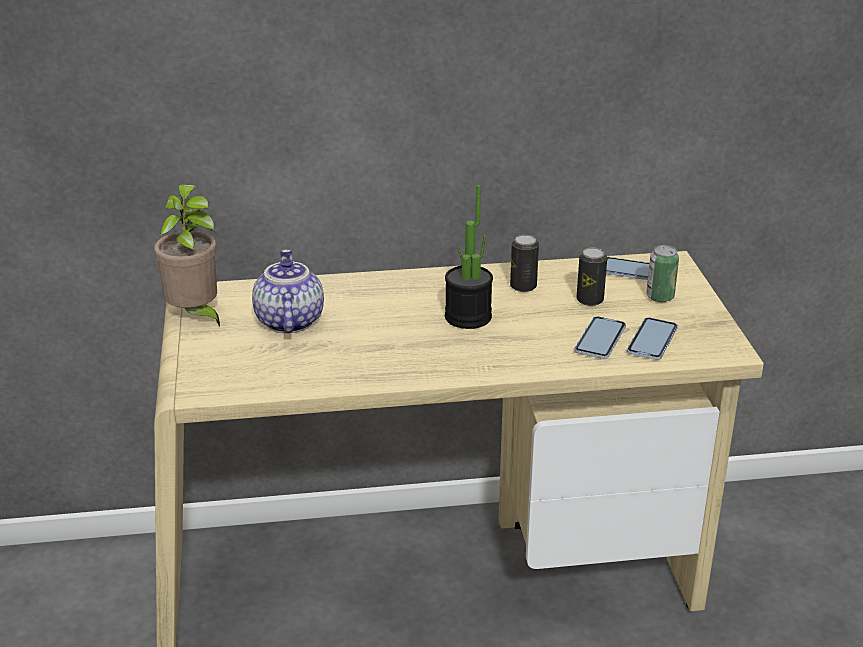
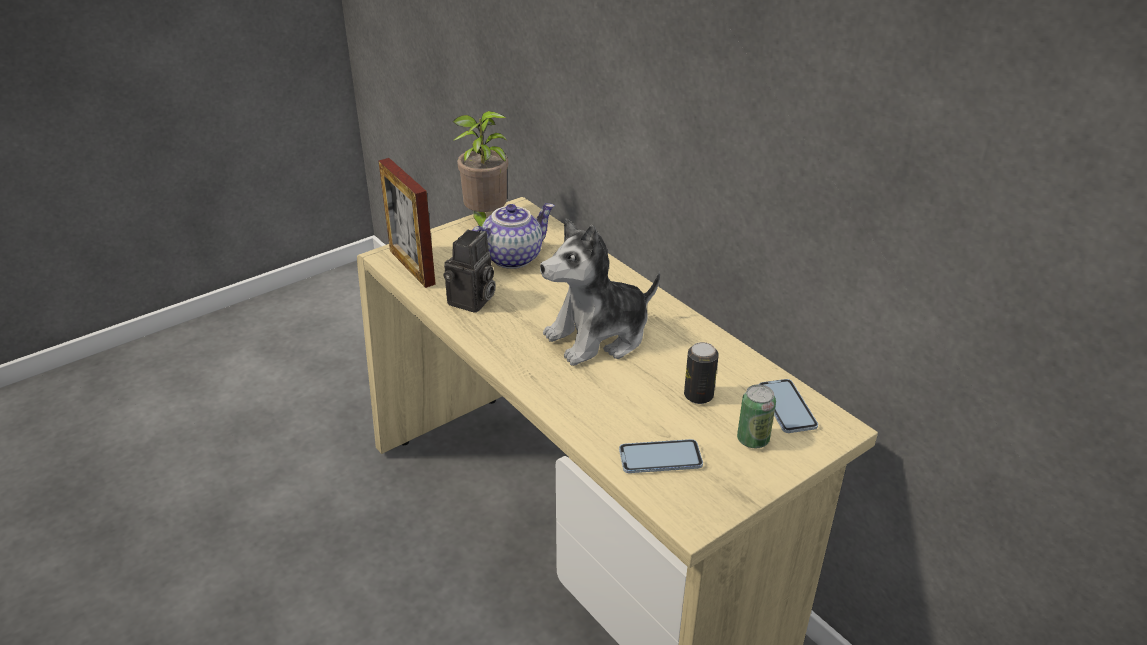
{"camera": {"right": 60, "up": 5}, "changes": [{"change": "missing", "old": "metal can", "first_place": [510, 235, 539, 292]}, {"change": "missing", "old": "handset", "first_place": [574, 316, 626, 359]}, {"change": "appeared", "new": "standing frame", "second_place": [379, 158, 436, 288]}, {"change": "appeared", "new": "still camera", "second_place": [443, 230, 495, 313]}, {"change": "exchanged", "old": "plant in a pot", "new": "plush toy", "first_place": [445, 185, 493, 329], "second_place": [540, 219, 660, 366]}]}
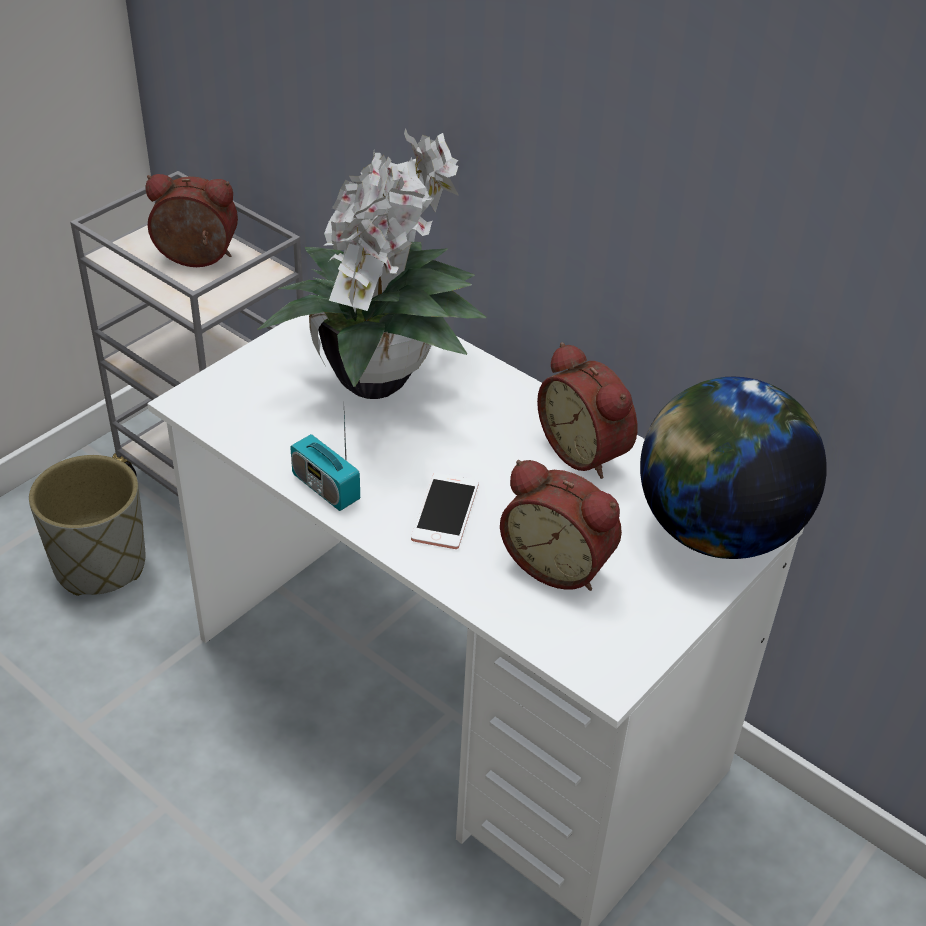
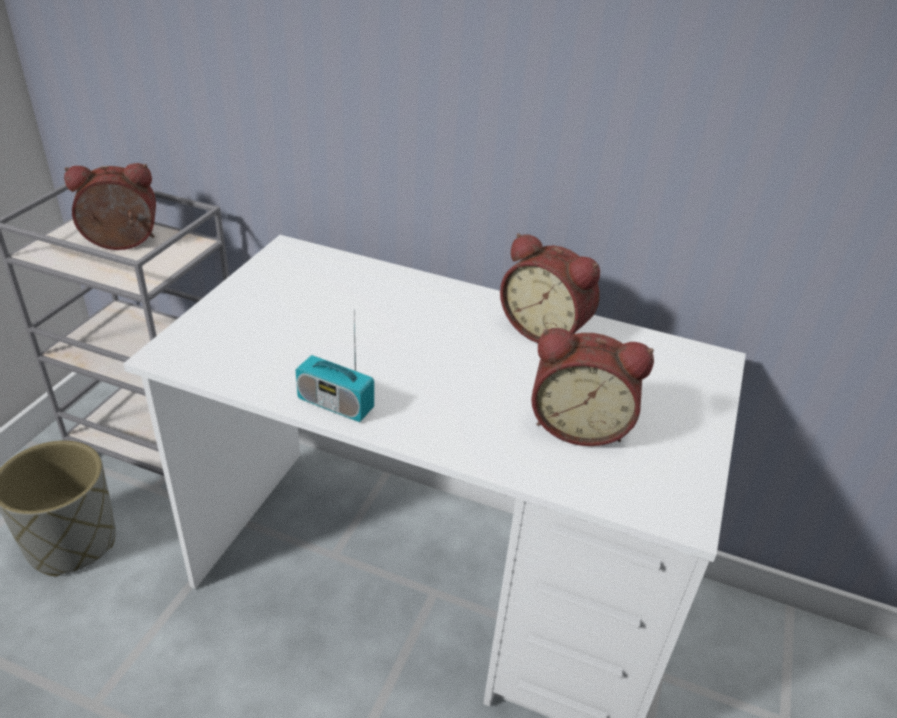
{"camera": {"right": -20, "up": -5}, "changes": [{"change": "missing", "old": "plant in a pot", "first_place": [257, 128, 487, 399]}, {"change": "missing", "old": "handset", "first_place": [411, 473, 479, 549]}, {"change": "missing", "old": "desk globe", "first_place": [640, 377, 827, 559]}]}
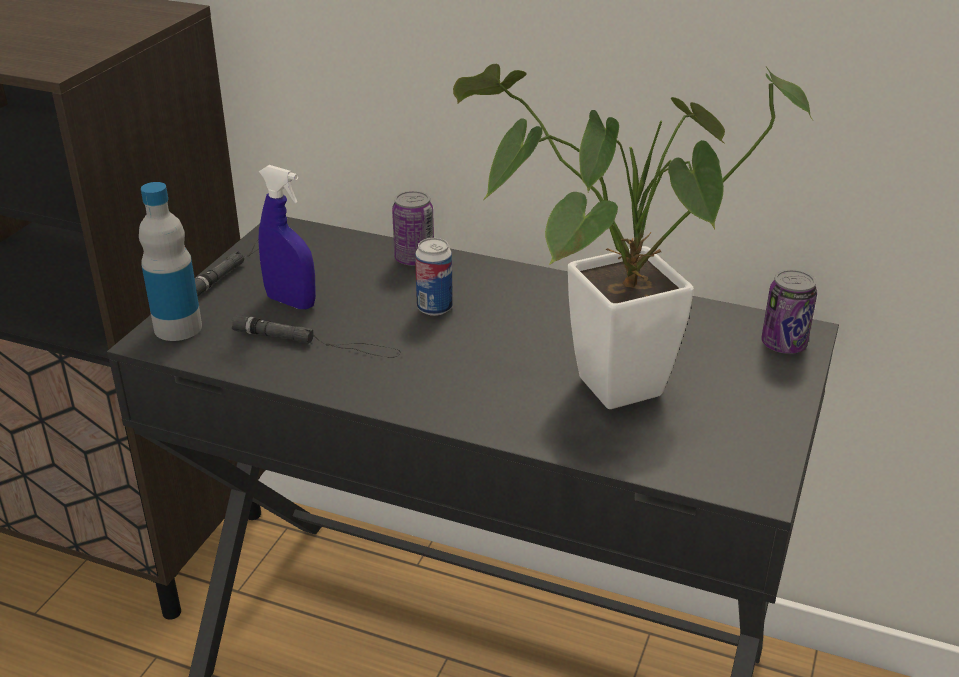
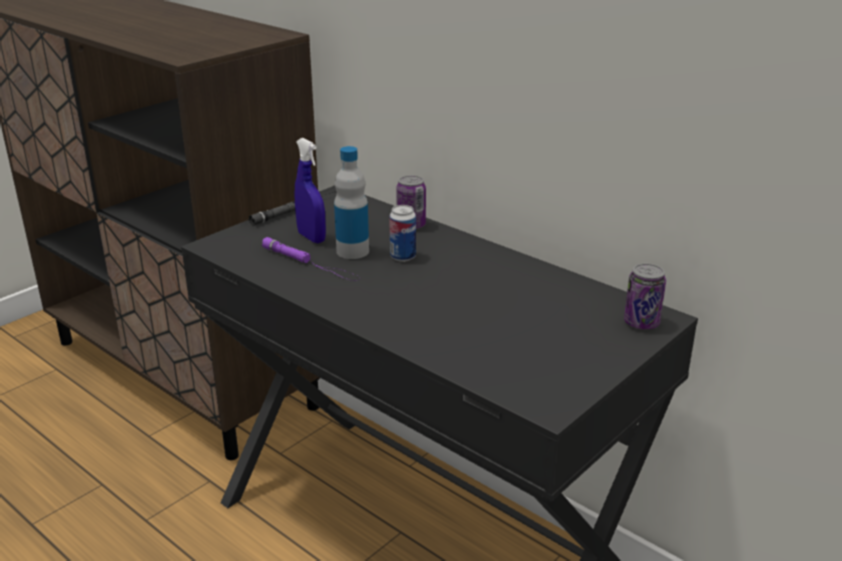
{"camera": {"right": 20, "up": -5}, "changes": [{"change": "missing", "old": "plant in a pot", "first_place": [453, 64, 813, 409]}, {"change": "relocated", "old": "beverage bottle", "first_place": [139, 182, 202, 341], "second_place": [334, 146, 369, 259]}, {"change": "colour", "old": "hand torch in blackish", "new": "hand torch in purple", "first_place": [231, 314, 401, 358], "second_place": [262, 237, 360, 281]}]}
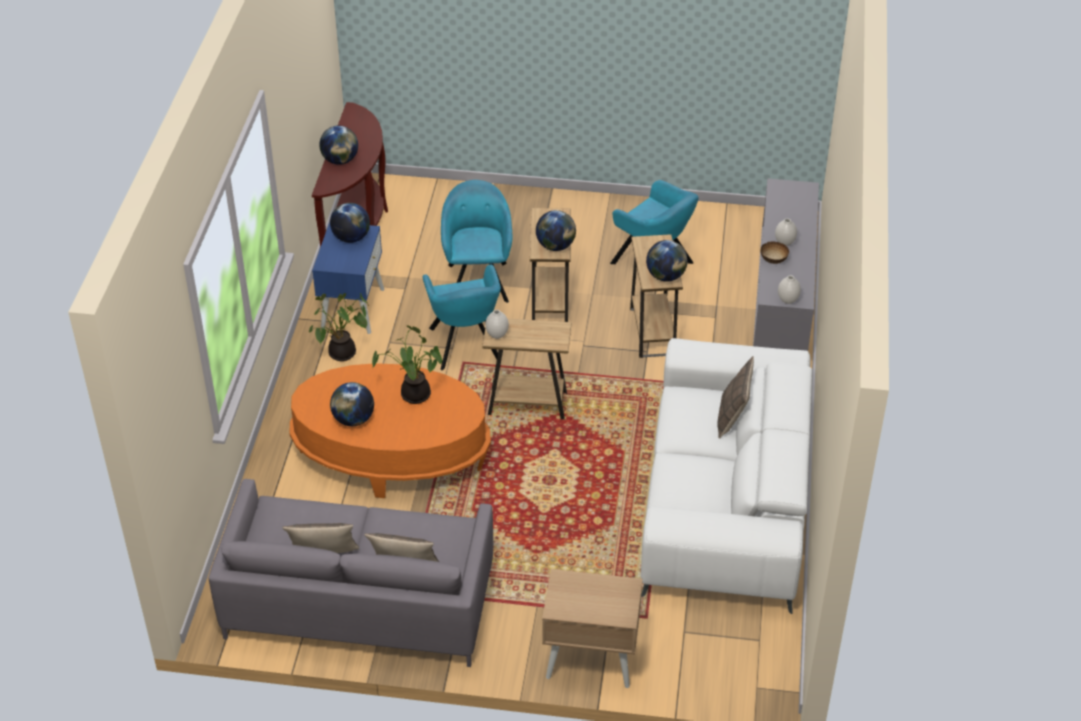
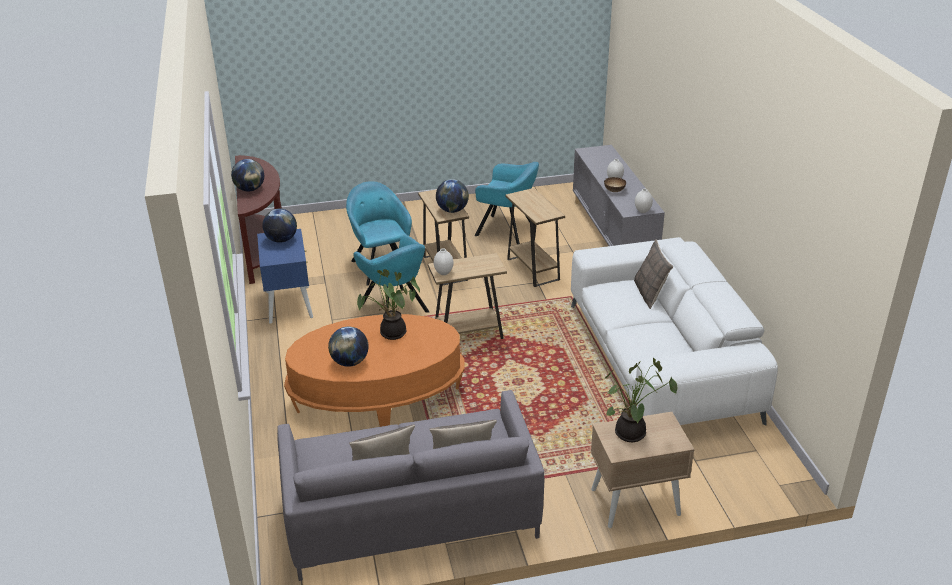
{"camera": {"right": -20, "up": -10}, "changes": [{"change": "missing", "old": "desk globe", "first_place": [646, 240, 688, 281]}, {"change": "relocated", "old": "plant in a pot", "first_place": [309, 293, 369, 361], "second_place": [605, 358, 677, 442]}]}
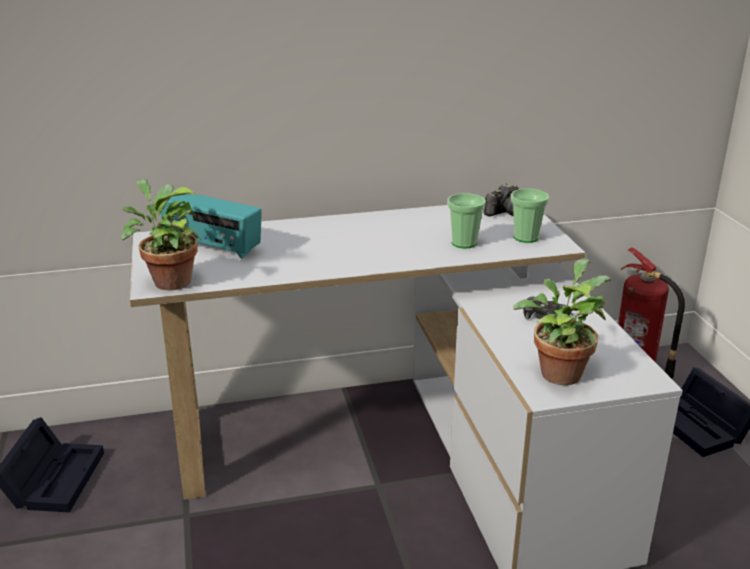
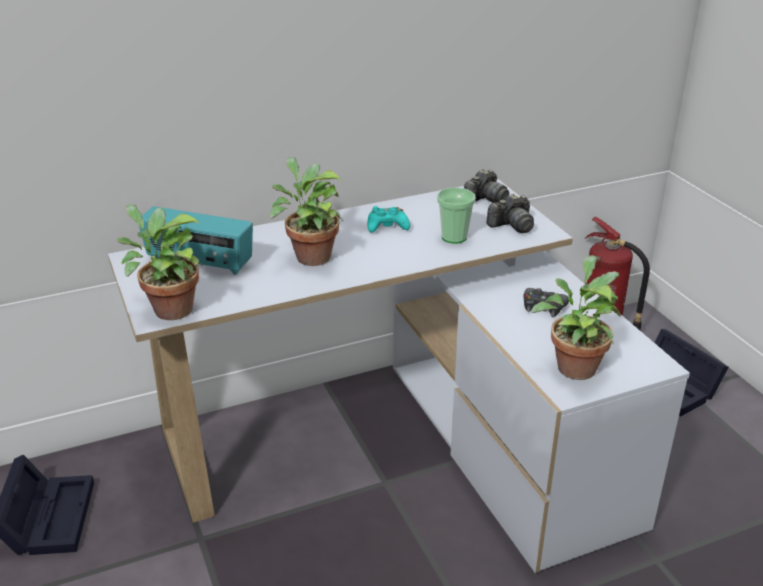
{"camera": {"right": -10, "up": 5}, "changes": [{"change": "appeared", "new": "plant in a pot", "second_place": [270, 157, 343, 266]}, {"change": "appeared", "new": "game controller in turquoise", "second_place": [367, 206, 410, 233]}, {"change": "exchanged", "old": "drinking cup", "new": "still camera", "first_place": [511, 189, 549, 243], "second_place": [487, 194, 534, 233]}]}
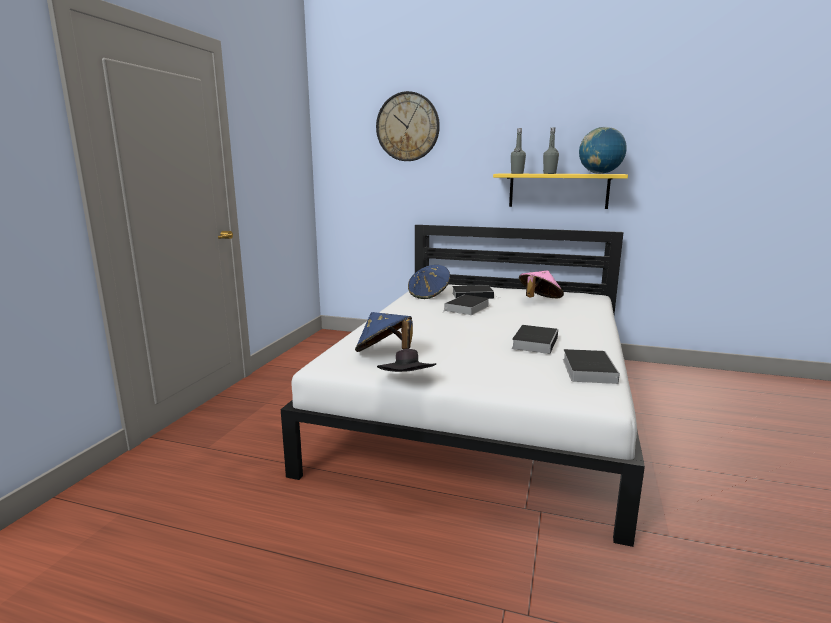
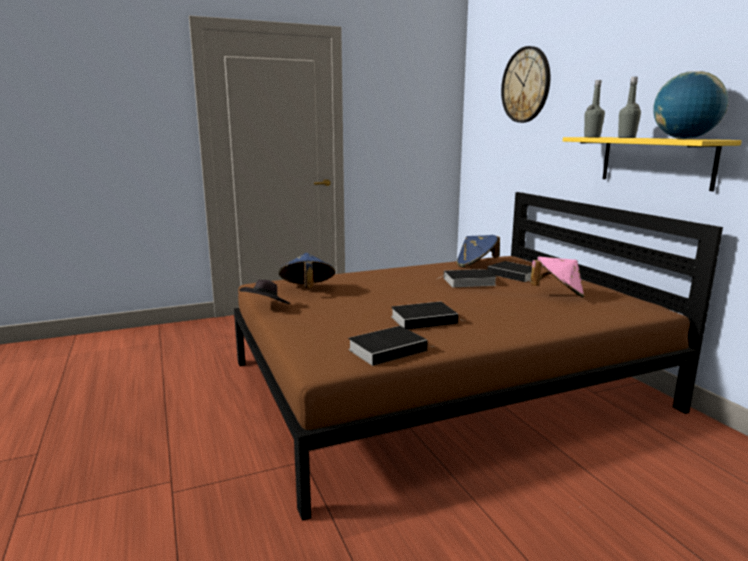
{"camera": {"right": 50, "up": 0}, "changes": [{"change": "colour", "old": "bedroom bed in white", "new": "bedroom bed in brown-coloured", "first_place": [281, 225, 645, 547], "second_place": [234, 192, 723, 521]}]}
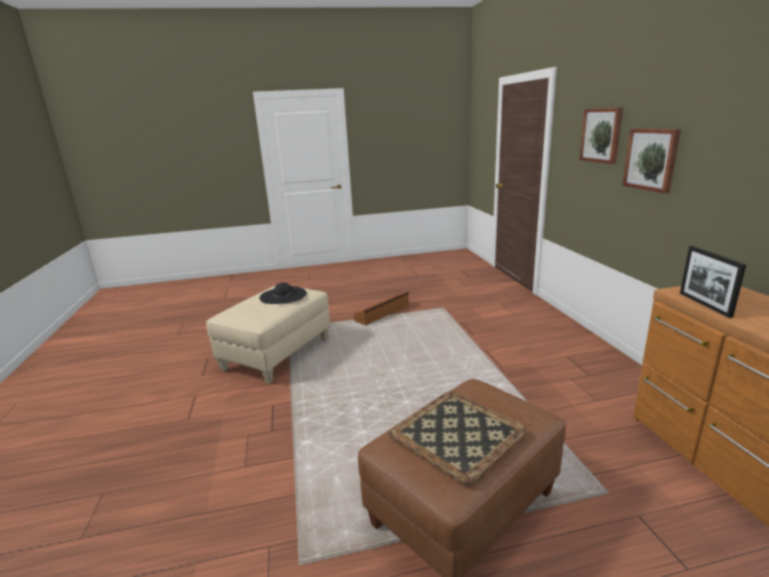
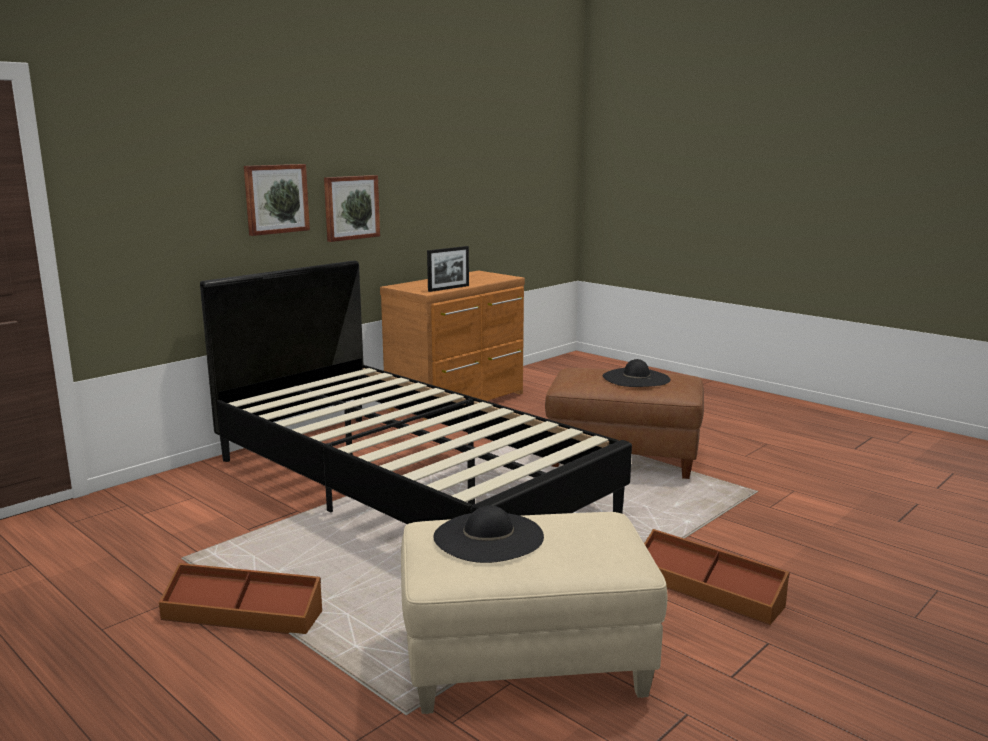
{"camera": {"right": -125, "up": -5}, "changes": [{"change": "appeared", "new": "bedroom bed in blackish", "second_place": [200, 261, 632, 524]}, {"change": "appeared", "new": "storage bin in brown-coloured", "second_place": [644, 529, 790, 625]}, {"change": "relocated", "old": "wall picture", "first_place": [579, 108, 623, 164], "second_place": [324, 175, 380, 242]}, {"change": "exchanged", "old": "serving tray", "new": "wearable hat in blackish", "first_place": [389, 391, 527, 485], "second_place": [603, 359, 670, 387]}]}
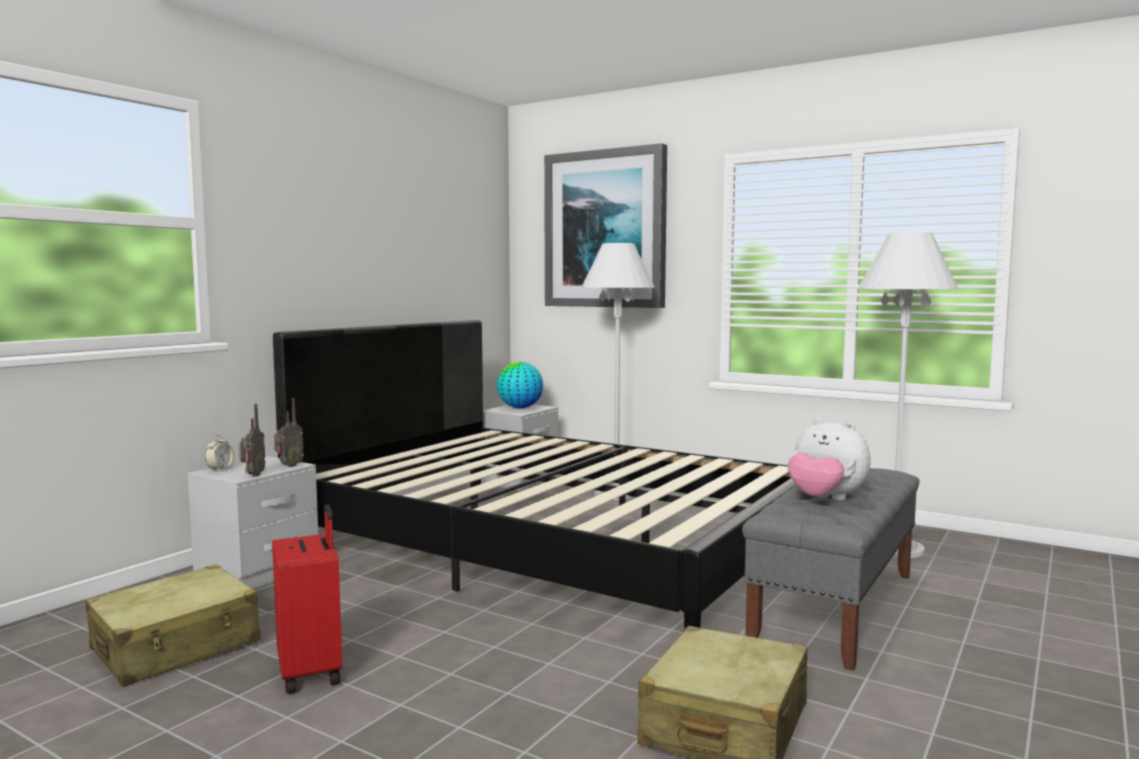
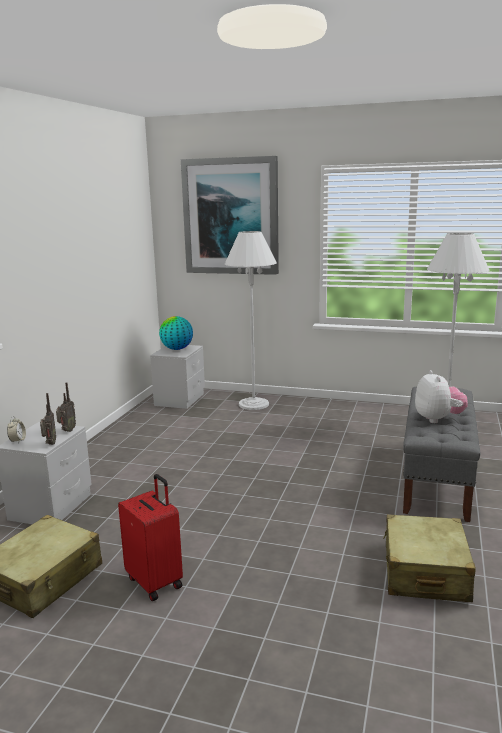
{"camera": {"right": -15, "up": 10}, "changes": [{"change": "missing", "old": "bedroom bed in blackish", "first_place": [273, 320, 796, 630]}, {"change": "spun", "old": "plush toy", "first_place": [788, 418, 871, 501], "second_place": [415, 370, 468, 423], "degrees": -120}]}
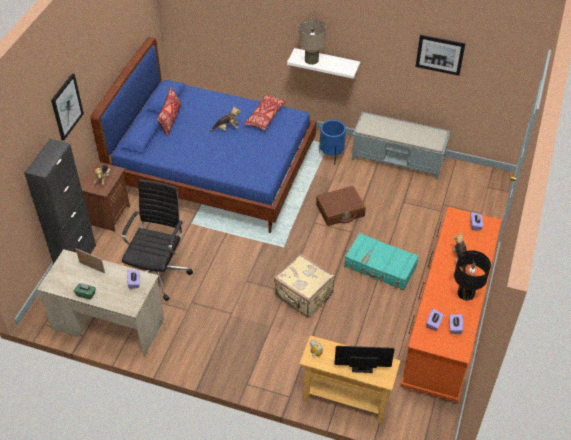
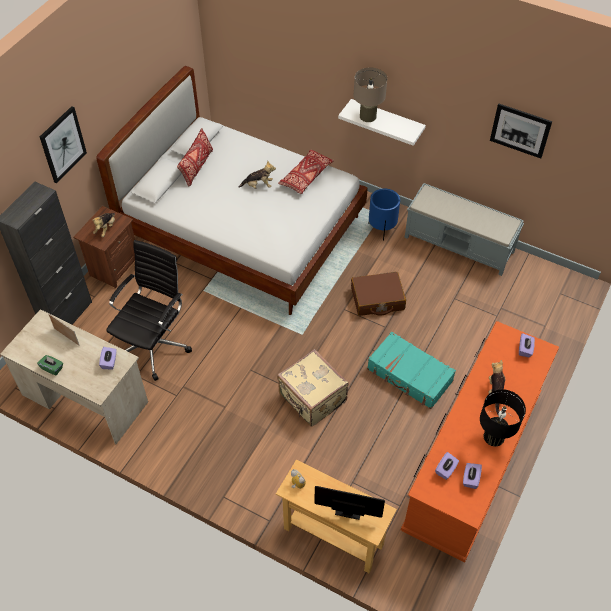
{"camera": {"right": 10, "up": 5}, "changes": [{"change": "colour", "old": "bedroom bed in blue-coloured", "new": "bedroom bed in white", "first_place": [90, 37, 316, 233], "second_place": [96, 66, 368, 315]}]}
